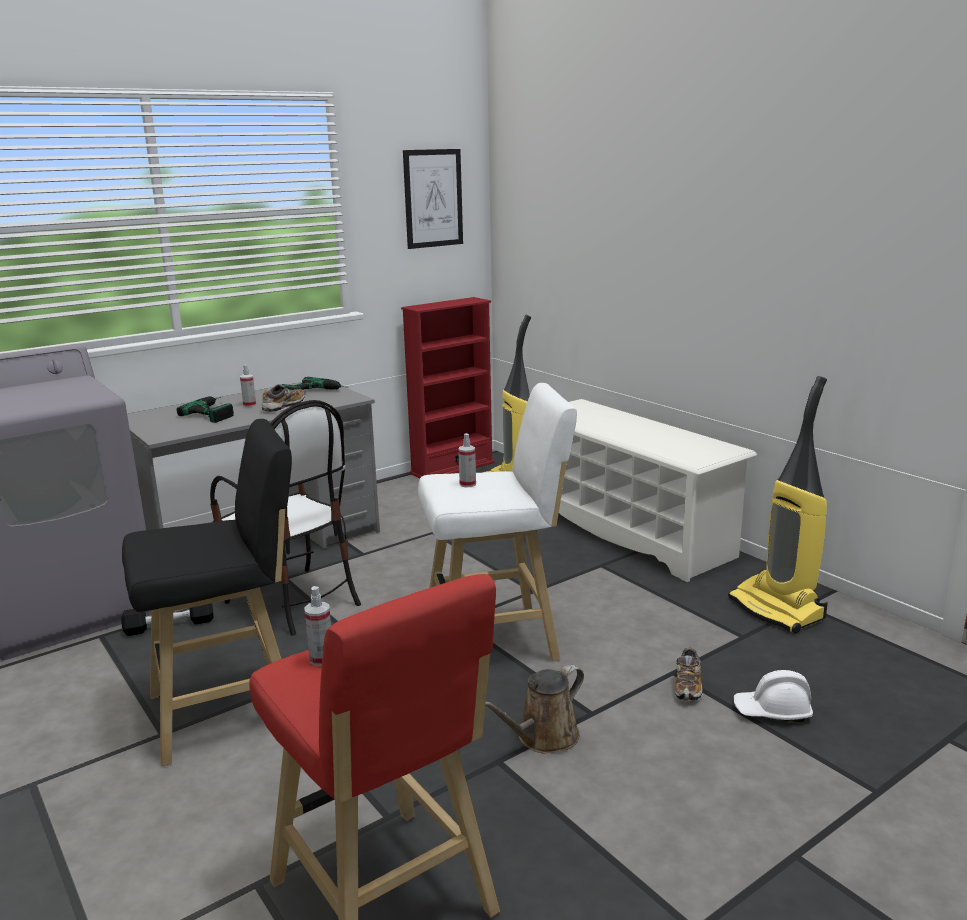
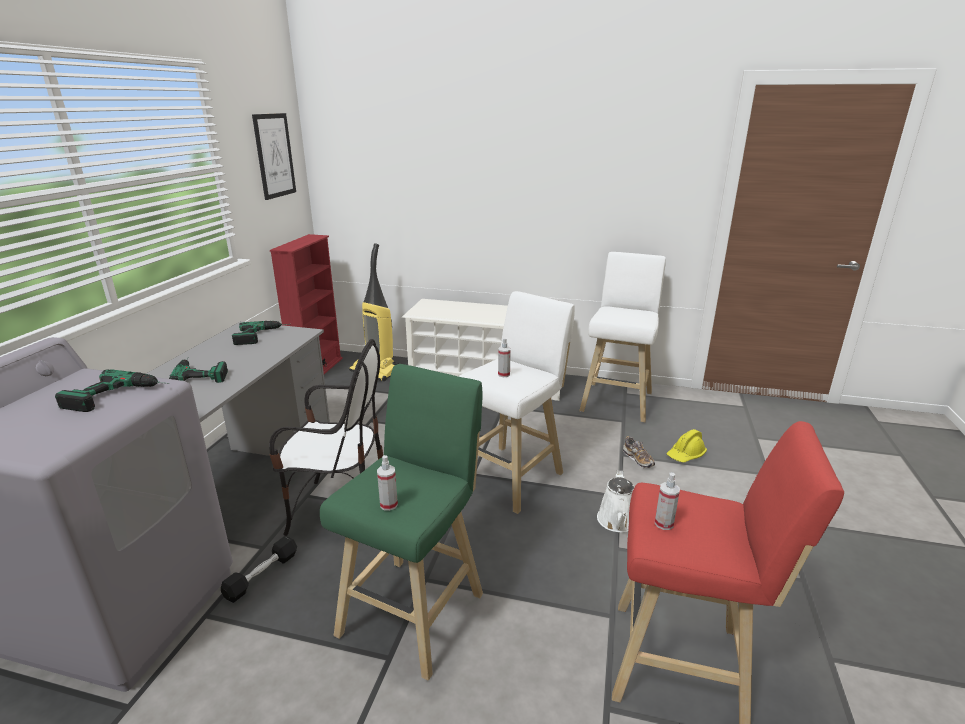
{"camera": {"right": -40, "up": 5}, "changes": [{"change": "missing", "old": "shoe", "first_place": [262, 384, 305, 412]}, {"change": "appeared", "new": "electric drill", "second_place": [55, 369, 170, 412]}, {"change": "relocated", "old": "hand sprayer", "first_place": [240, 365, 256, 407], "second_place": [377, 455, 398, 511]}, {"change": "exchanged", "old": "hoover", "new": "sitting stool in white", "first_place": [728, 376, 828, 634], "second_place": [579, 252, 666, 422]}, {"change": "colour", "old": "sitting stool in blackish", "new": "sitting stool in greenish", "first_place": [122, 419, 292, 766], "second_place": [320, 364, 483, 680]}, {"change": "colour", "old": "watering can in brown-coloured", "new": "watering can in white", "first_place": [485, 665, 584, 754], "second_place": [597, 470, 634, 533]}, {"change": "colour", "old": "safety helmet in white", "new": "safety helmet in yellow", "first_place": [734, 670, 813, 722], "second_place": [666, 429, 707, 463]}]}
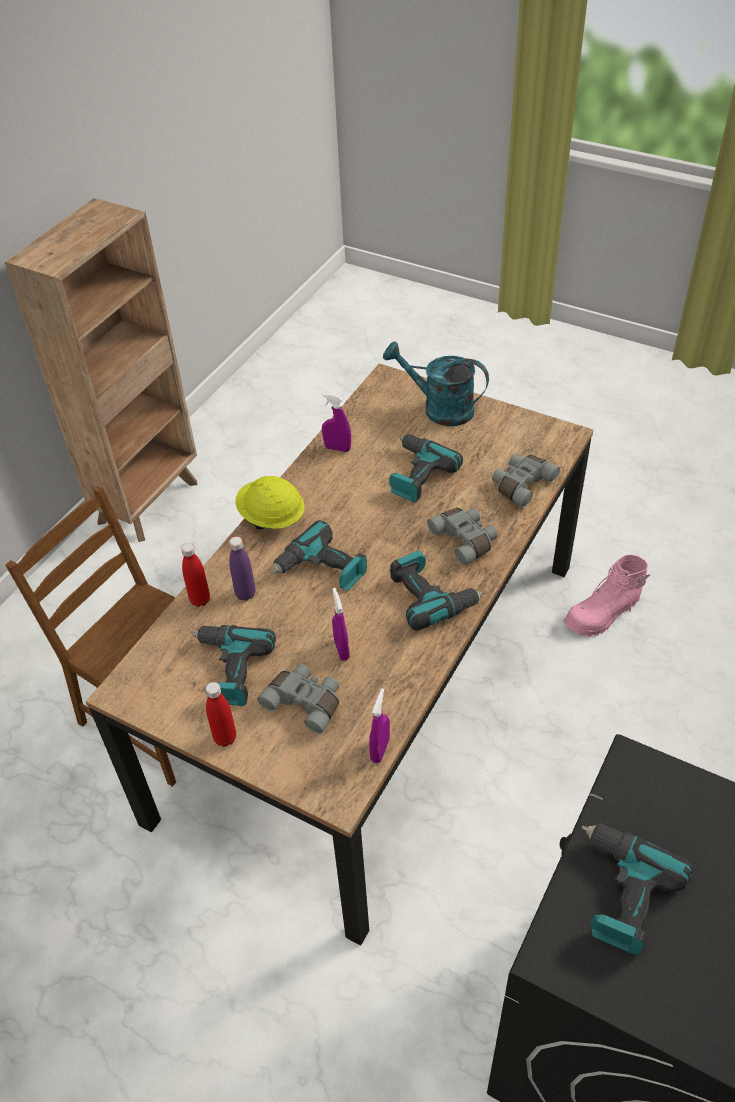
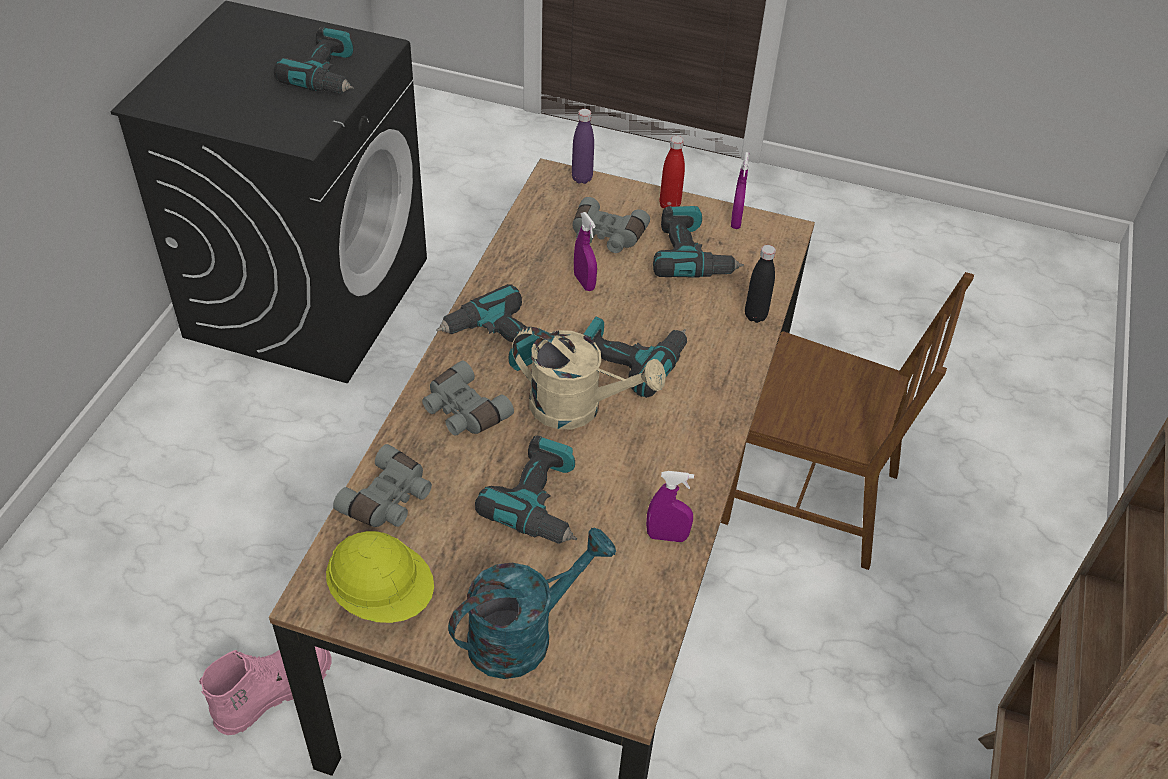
{"camera": {"right": 165, "up": 0}, "changes": [{"change": "appeared", "new": "watering can in sand-coloured", "second_place": [512, 327, 666, 429]}, {"change": "relocated", "old": "beverage bottle in purple", "first_place": [229, 537, 256, 601], "second_place": [572, 109, 594, 184]}, {"change": "relocated", "old": "safety helmet in yellow", "first_place": [235, 476, 304, 530], "second_place": [326, 531, 434, 623]}, {"change": "relocated", "old": "hand sprayer in purple", "first_place": [369, 688, 390, 763], "second_place": [731, 152, 749, 229]}, {"change": "colour", "old": "beverage bottle in red-coloured", "new": "beverage bottle in blackish", "first_place": [181, 543, 210, 607], "second_place": [745, 245, 776, 323]}, {"change": "spun", "old": "watering can in turquoise", "first_place": [383, 341, 489, 426], "second_place": [448, 528, 616, 679], "degrees": -45}]}
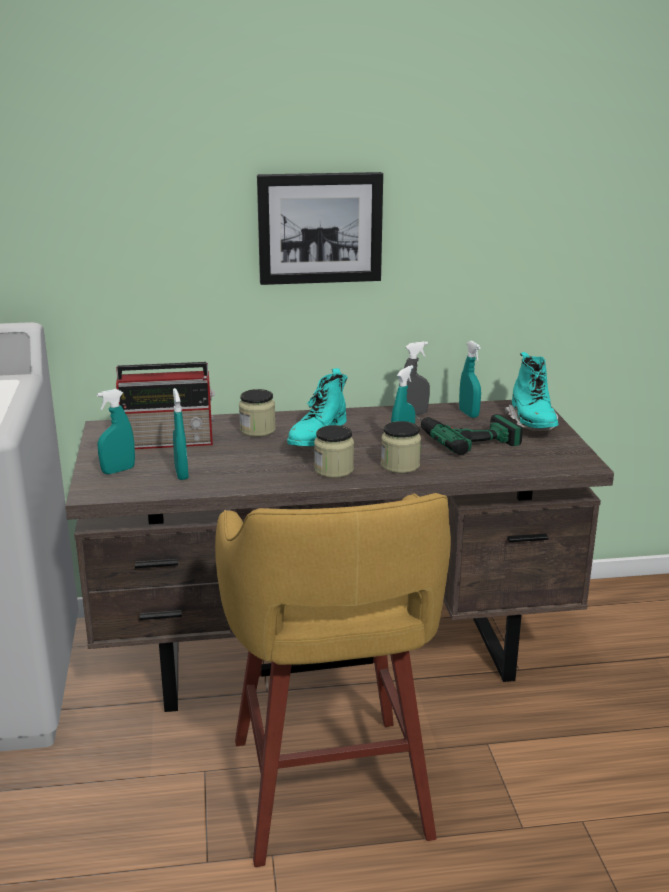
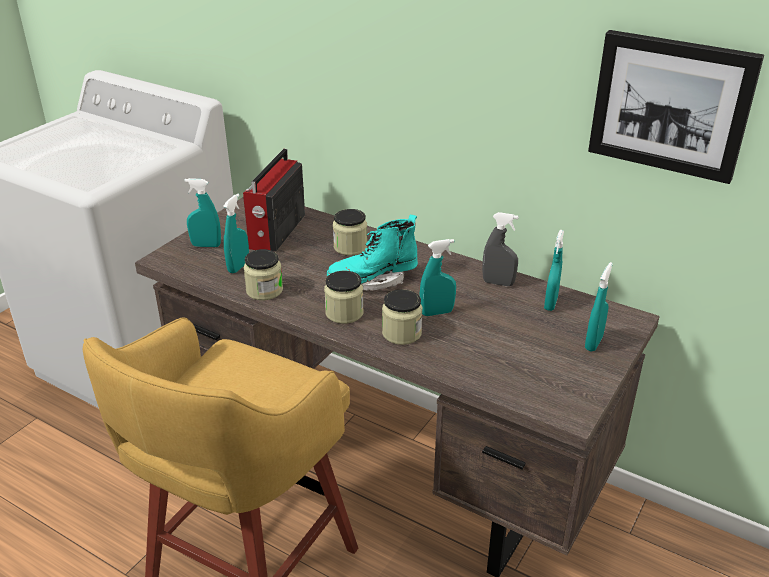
{"camera": {"right": 40, "up": 10}, "changes": [{"change": "missing", "old": "electric drill", "first_place": [415, 414, 523, 455]}, {"change": "appeared", "new": "storage jar", "second_place": [243, 249, 283, 300]}, {"change": "relocated", "old": "wall picture", "first_place": [257, 172, 383, 285], "second_place": [588, 30, 764, 184]}, {"change": "exchanged", "old": "tall boot in turquoise", "new": "hand sprayer in turquoise", "first_place": [504, 352, 558, 431], "second_place": [585, 262, 613, 352]}, {"change": "spun", "old": "radio receiver", "first_place": [116, 362, 215, 449], "second_place": [243, 149, 305, 252], "degrees": 75}]}
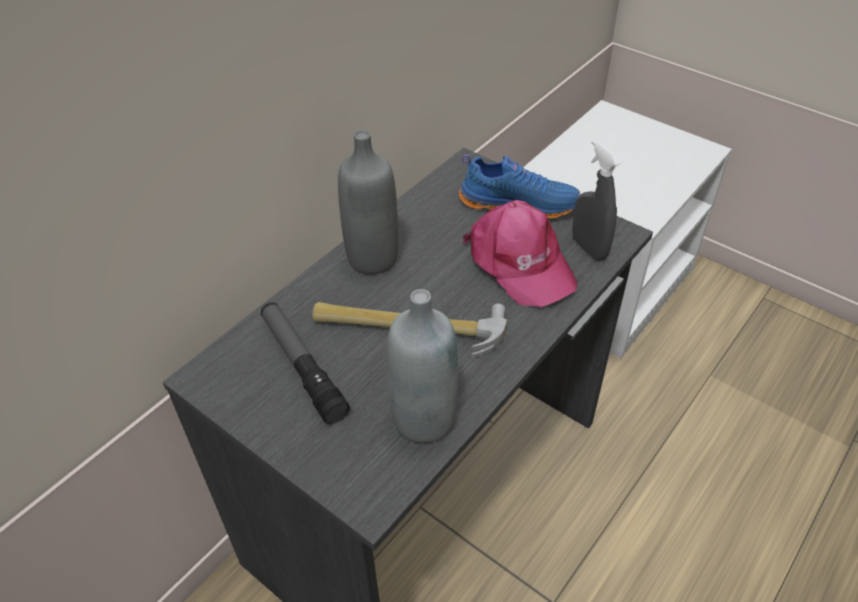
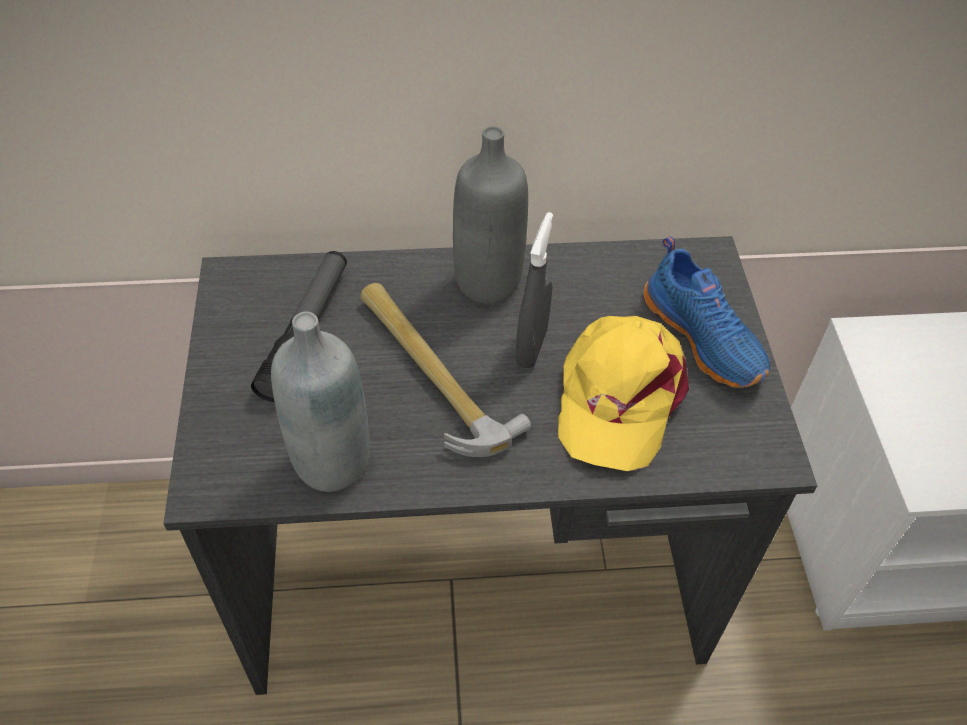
{"camera": {"right": 45, "up": 5}, "changes": [{"change": "relocated", "old": "hand sprayer in grey", "first_place": [572, 139, 621, 261], "second_place": [515, 212, 553, 368]}, {"change": "colour", "old": "peaked cap in pinkish", "new": "peaked cap in yellow", "first_place": [463, 200, 577, 307], "second_place": [558, 316, 689, 471]}]}
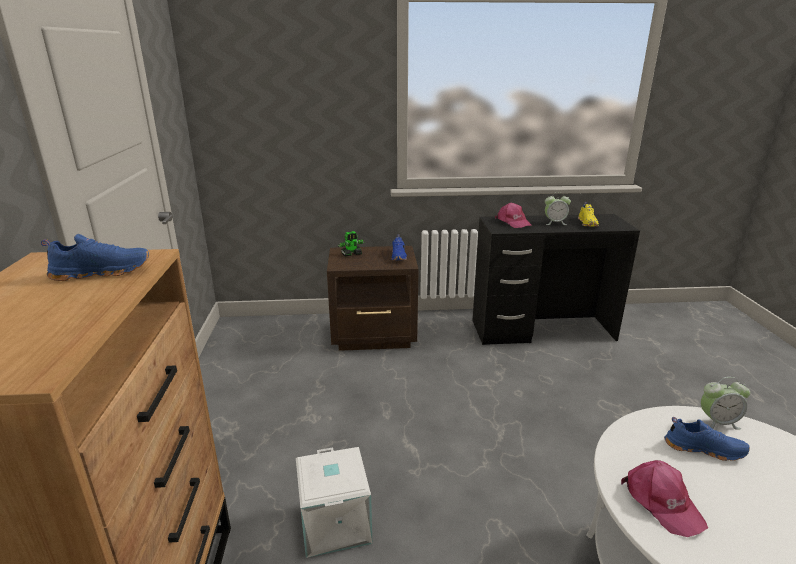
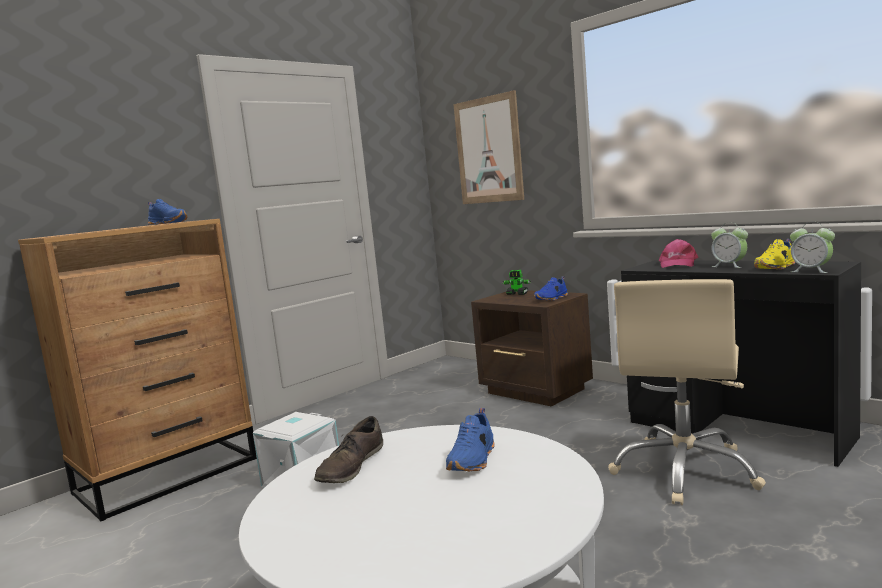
{"camera": {"right": 50, "up": -15}, "changes": [{"change": "appeared", "new": "wall picture", "second_place": [453, 90, 524, 204]}, {"change": "appeared", "new": "desk chair in sand-coloured", "second_place": [608, 279, 766, 505]}, {"change": "relocated", "old": "bedside clock", "first_place": [701, 377, 750, 430], "second_place": [790, 222, 835, 273]}, {"change": "exchanged", "old": "peaked cap in pinkish", "new": "shoe in brown-coloured", "first_place": [621, 460, 708, 537], "second_place": [314, 416, 383, 483]}, {"change": "spun", "old": "shoe in blue-coloured", "first_place": [664, 417, 750, 461], "second_place": [446, 408, 495, 472], "degrees": 45}]}
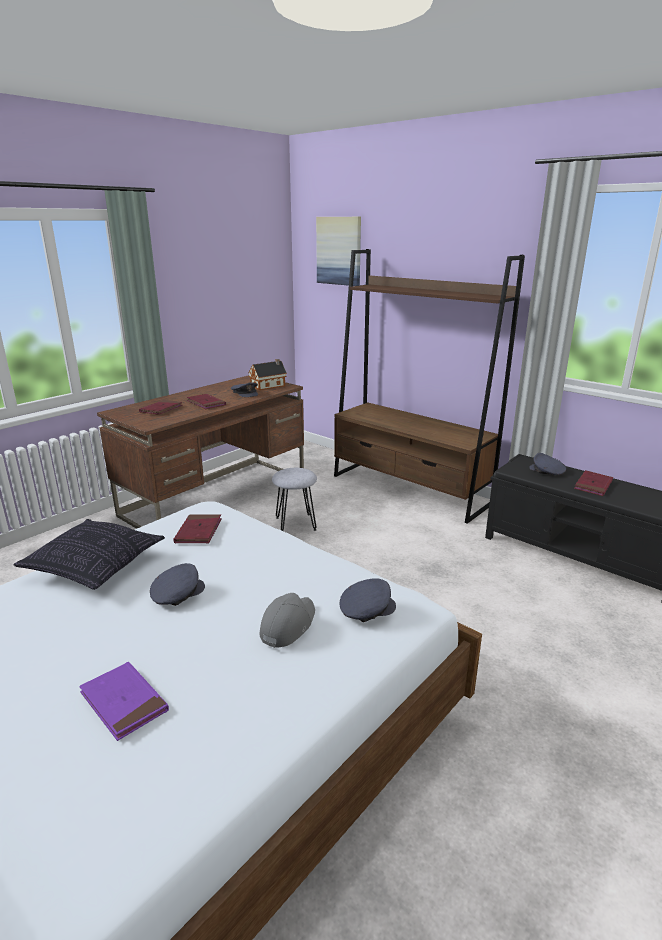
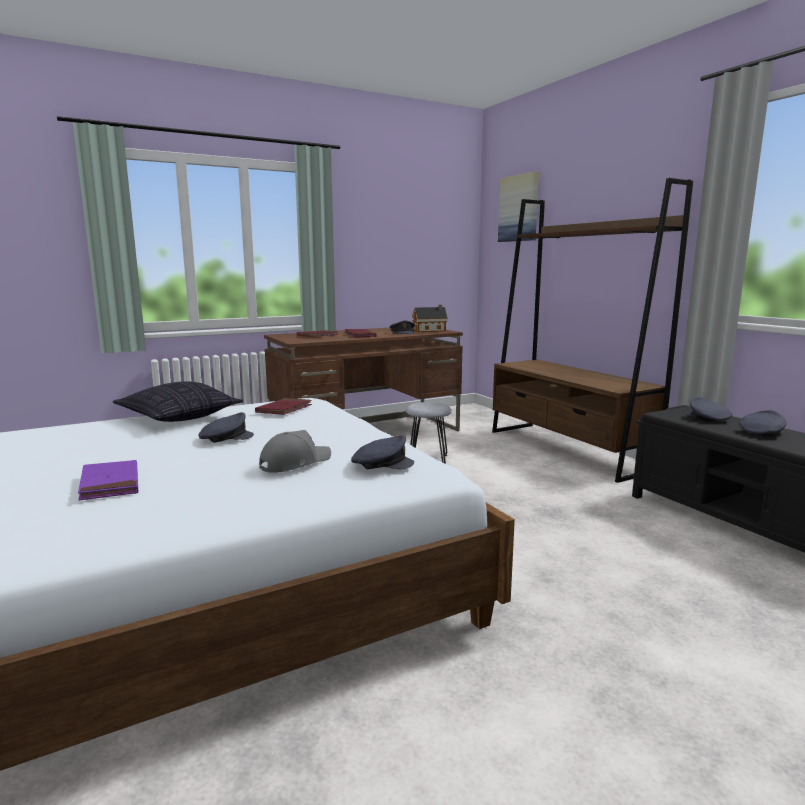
{"camera": {"right": 20, "up": -10}, "changes": [{"change": "exchanged", "old": "volume in red-coloured", "new": "peaked cap in grey", "first_place": [574, 470, 613, 496], "second_place": [739, 410, 787, 437]}]}
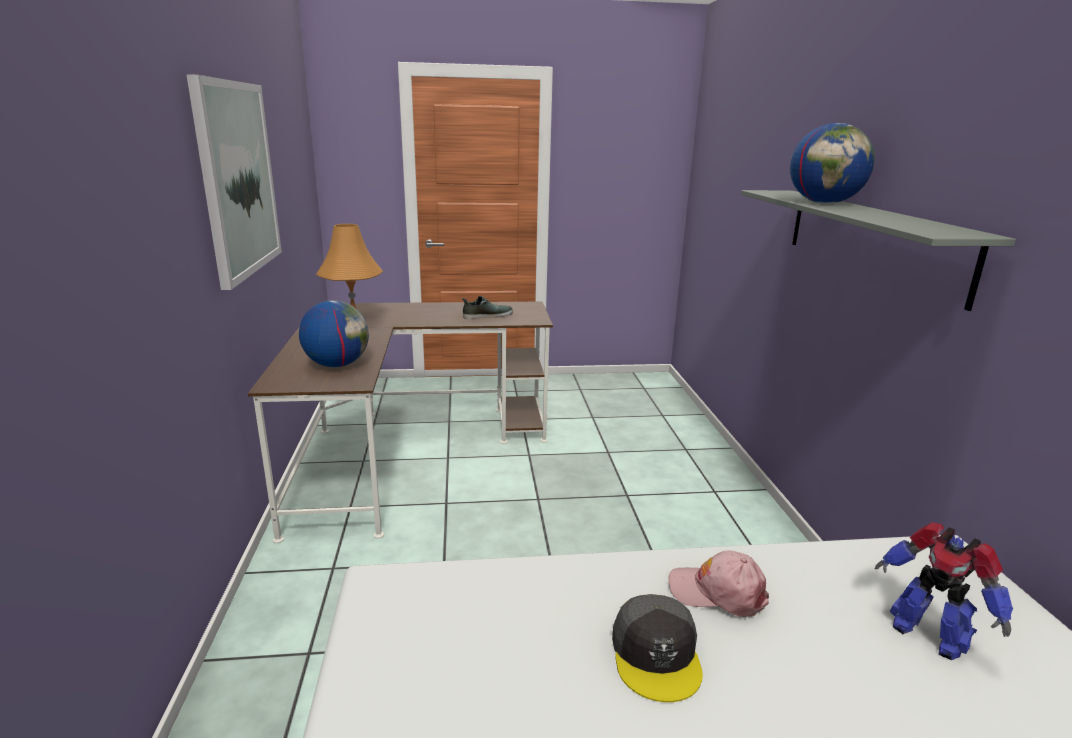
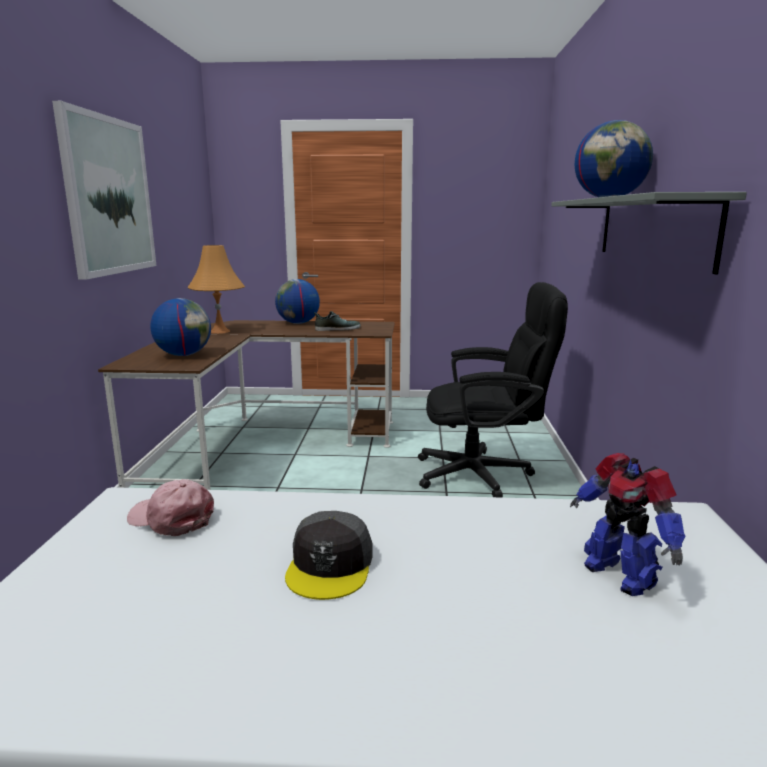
{"camera": {"right": 10, "up": -5}, "changes": [{"change": "appeared", "new": "desk globe", "second_place": [275, 279, 320, 324]}, {"change": "appeared", "new": "desk chair in blackish", "second_place": [418, 282, 568, 498]}, {"change": "relocated", "old": "peaked cap in pinkish", "first_place": [668, 551, 769, 617], "second_place": [127, 479, 214, 536]}]}
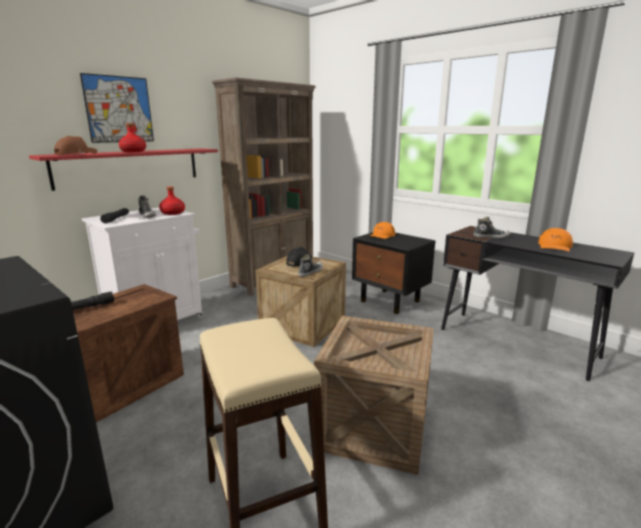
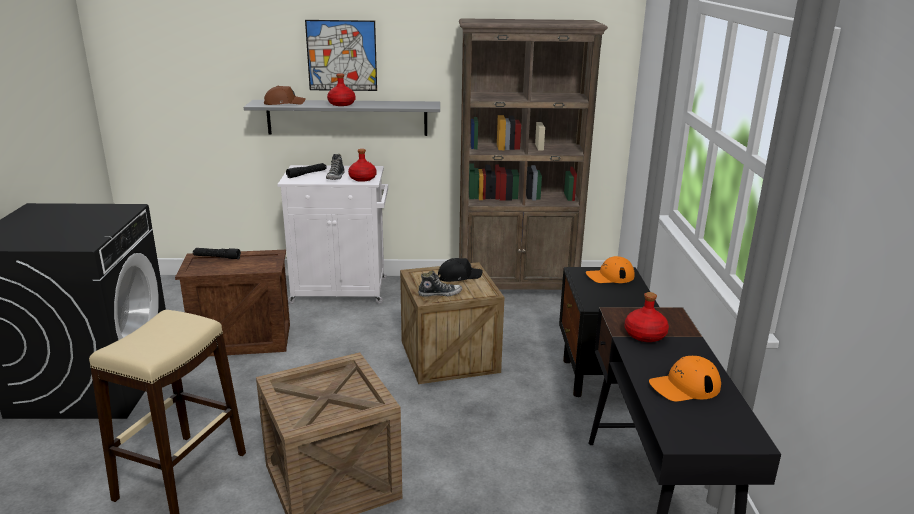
{"camera": {"right": 45, "up": 5}, "changes": [{"change": "exchanged", "old": "shoe", "new": "beverage bottle in red-coloured", "first_place": [474, 217, 510, 238], "second_place": [625, 292, 669, 342]}, {"change": "colour", "old": "wall shelf in red-coloured", "new": "wall shelf in grey", "first_place": [29, 148, 218, 191], "second_place": [244, 100, 440, 136]}]}
